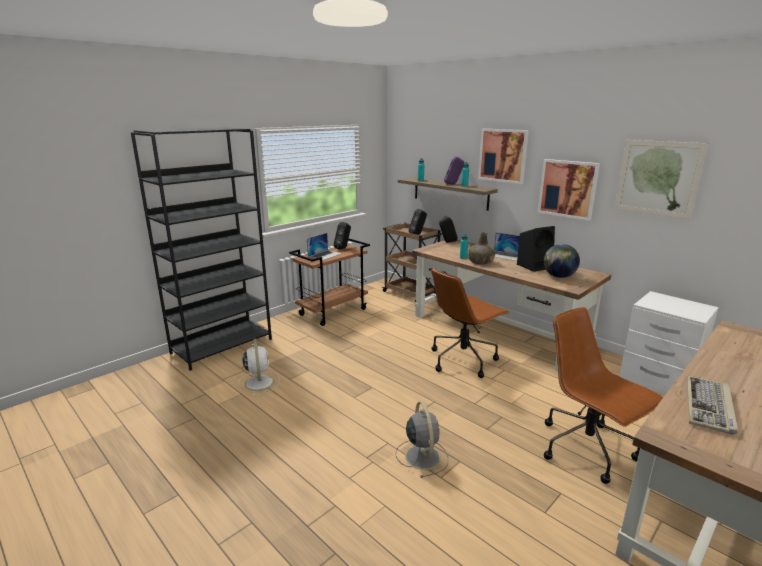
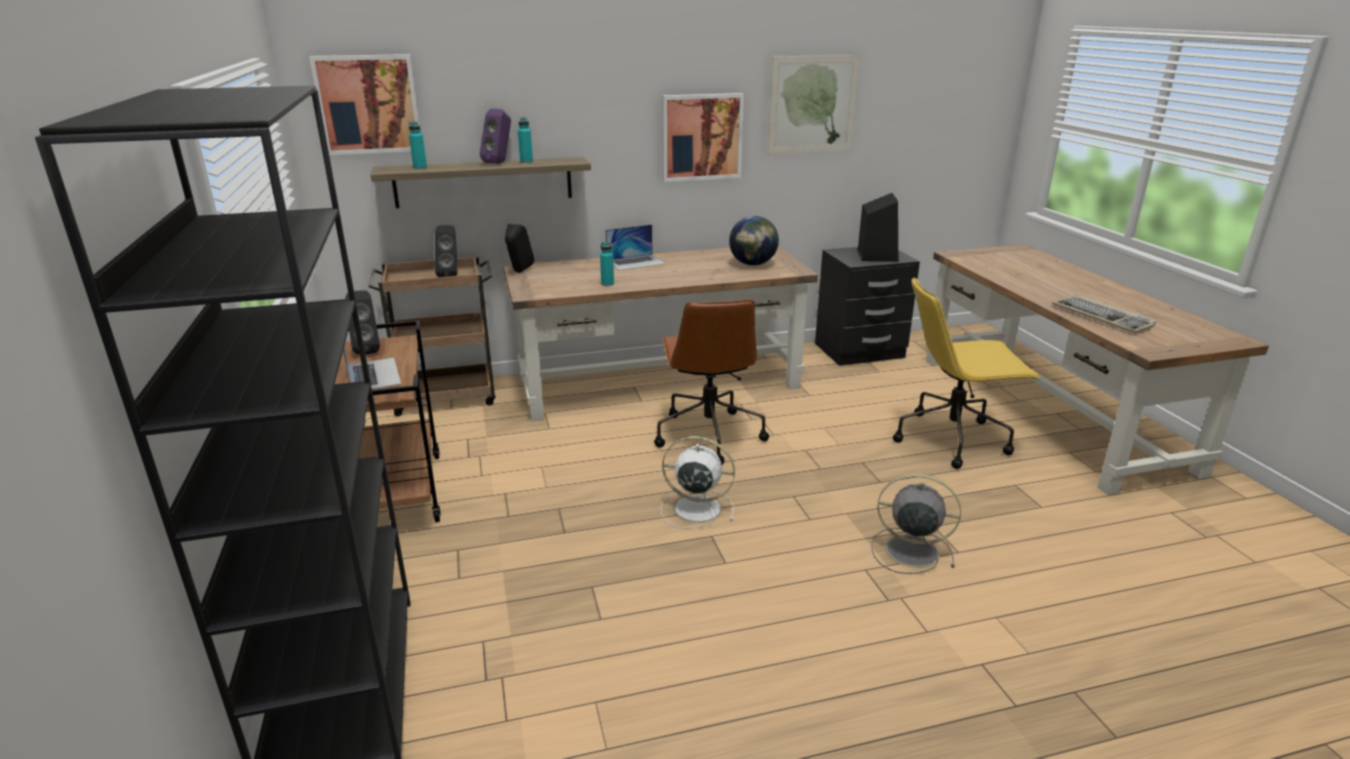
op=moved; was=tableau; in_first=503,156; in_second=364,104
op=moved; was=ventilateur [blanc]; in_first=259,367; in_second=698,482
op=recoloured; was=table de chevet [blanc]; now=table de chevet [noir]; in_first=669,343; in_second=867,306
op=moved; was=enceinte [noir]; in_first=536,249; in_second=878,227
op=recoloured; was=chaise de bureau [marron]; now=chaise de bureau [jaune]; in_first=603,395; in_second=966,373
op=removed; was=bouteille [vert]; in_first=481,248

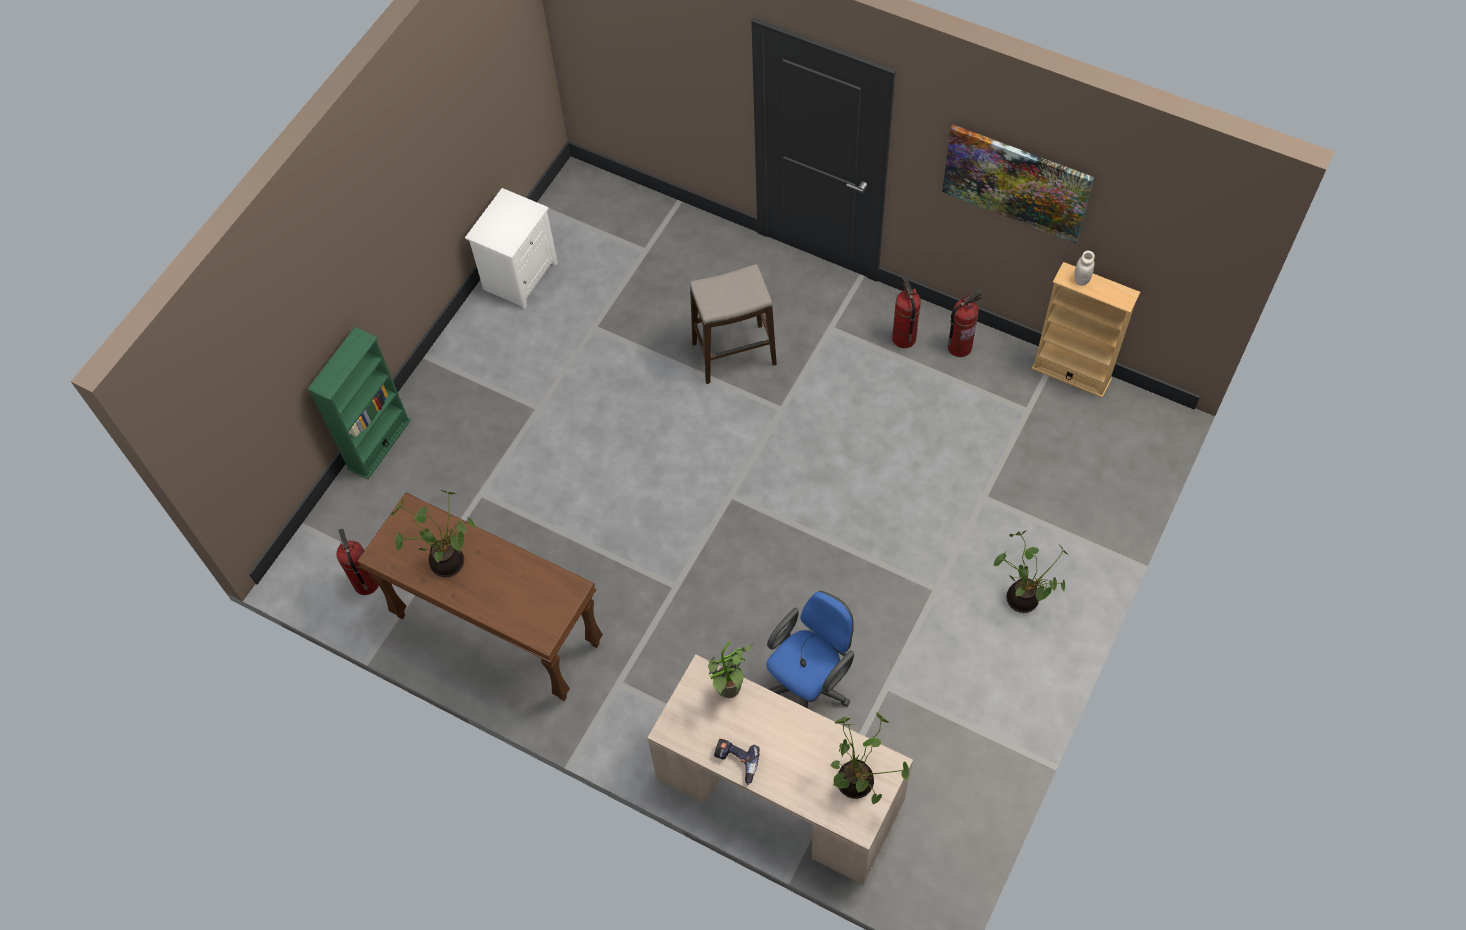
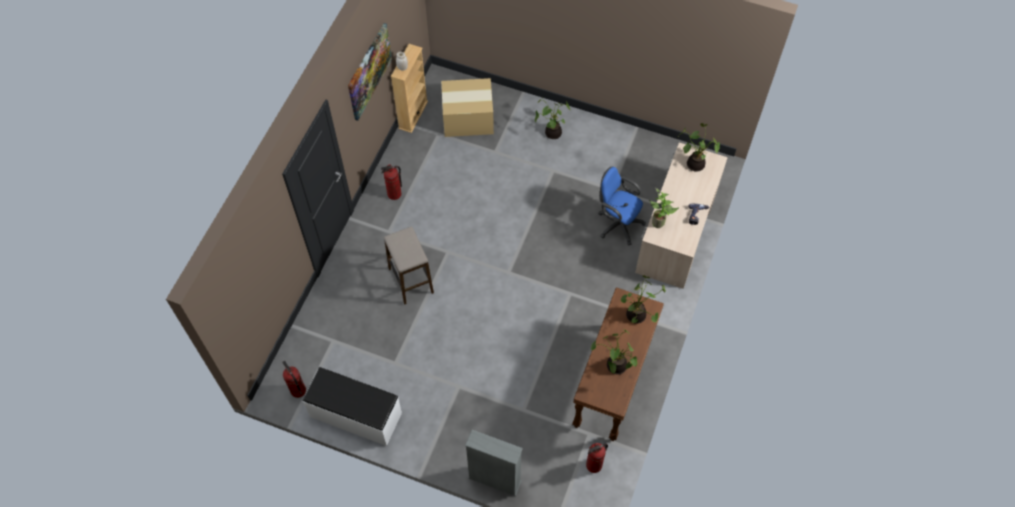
op=moved; was=extincteur; in_first=965,323; in_second=294,379
op=replaced; was=table de chevet [blanc]; now=banc [blanc]; in_first=511,248; in_second=352,406
op=added; now=carton; in_second=467,107
op=recoloured; was=bibliothèque [vert]; now=bibliothèque [gris]; in_first=359,403; in_second=494,463
op=added; now=plante en pot; in_second=643,299

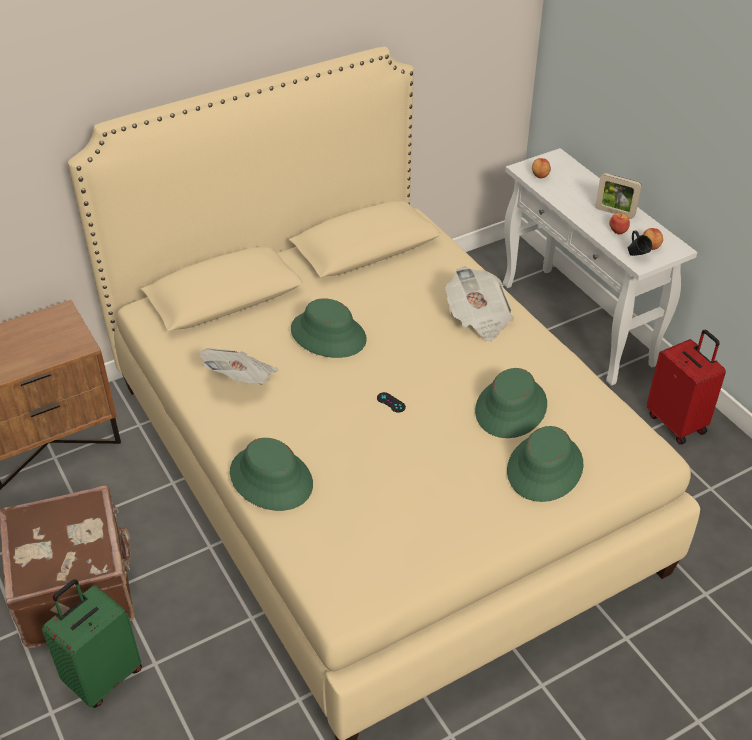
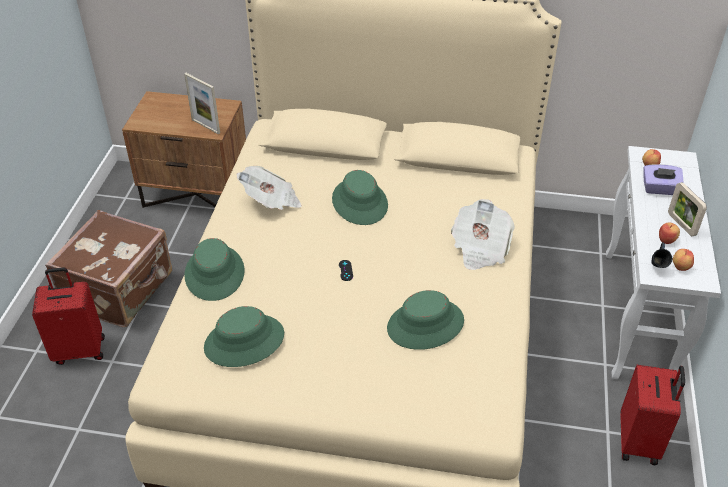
op=recoloured; was=valise [vert]; now=valise [rouge]; in_first=92,643; in_second=68,316
op=added; now=cadre photo; in_second=202,103
op=moved; was=chapeau [vert]; in_first=545,464; in_second=244,336
op=added; now=boîte à mouchoirs [violet]; in_second=663,179

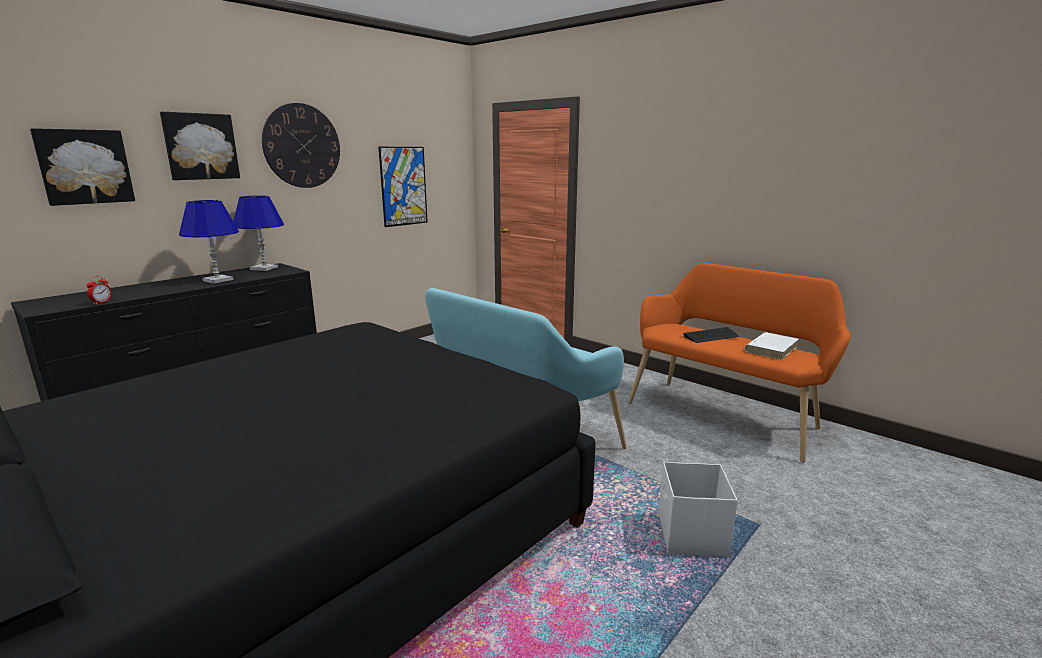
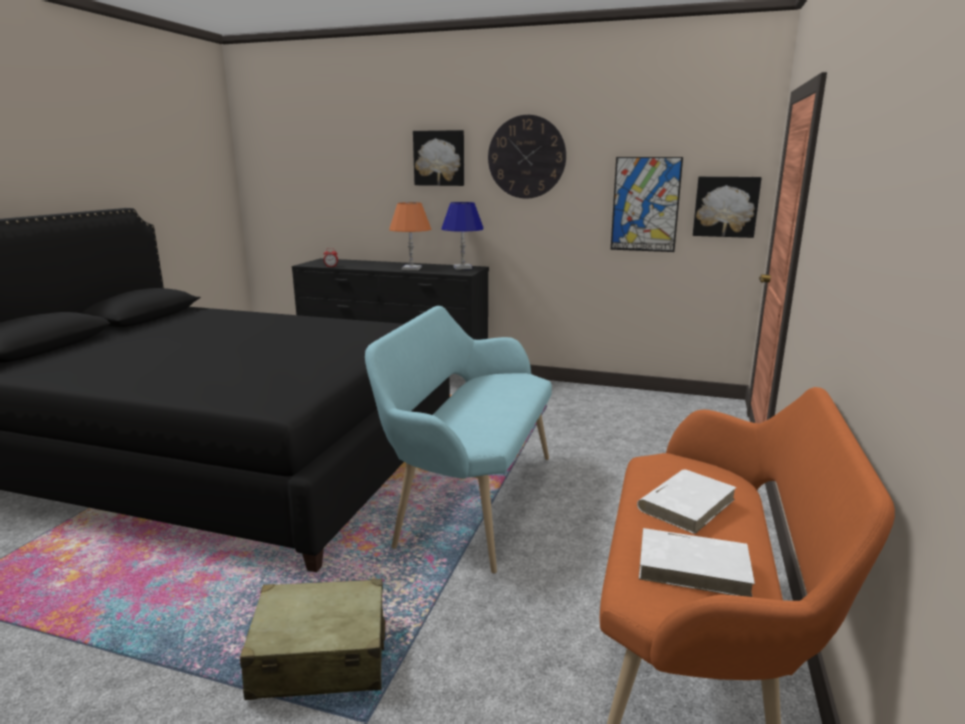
op=replaced; was=boîte de rangement [blanc]; now=valise [beige]; in_first=698,509; in_second=312,639
op=recoloured; was=lampe de table [bleu]; now=lampe de table [orange]; in_first=209,242; in_second=410,236
op=replaced; was=clavier; now=livre [blanc]; in_first=711,335; in_second=687,501
op=moved; was=tableau; in_first=82,167; in_second=727,207

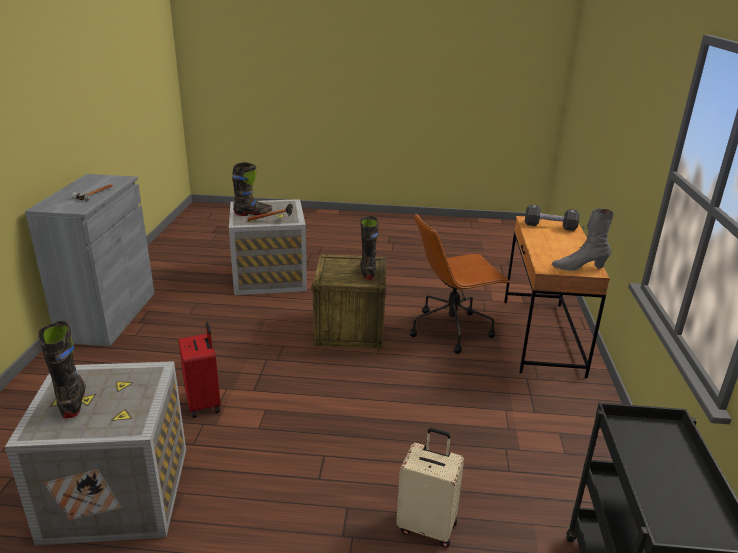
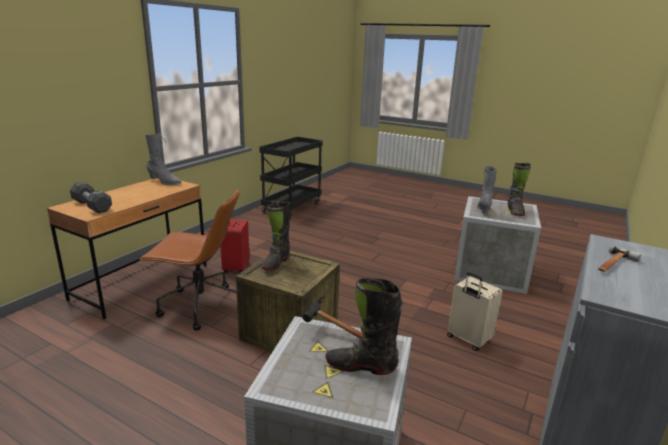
op=moved; was=valise [rouge]; in_first=199,370; in_second=235,246
op=moved; was=valise [beige]; in_first=430,487; in_second=474,311
op=added; now=botte [gris]; in_second=487,190

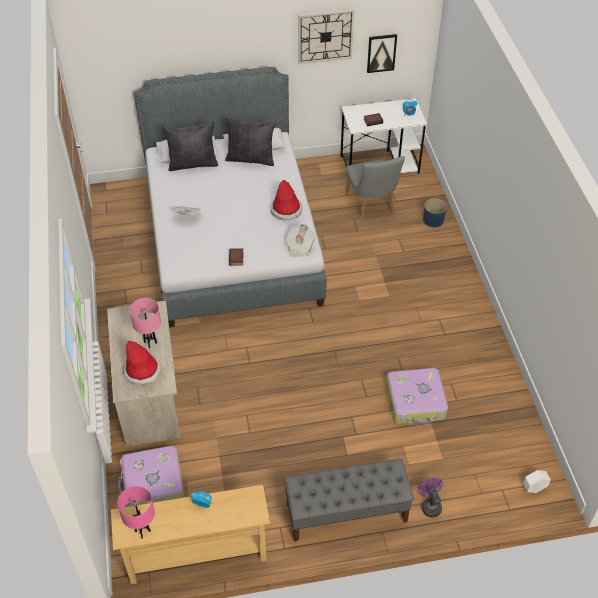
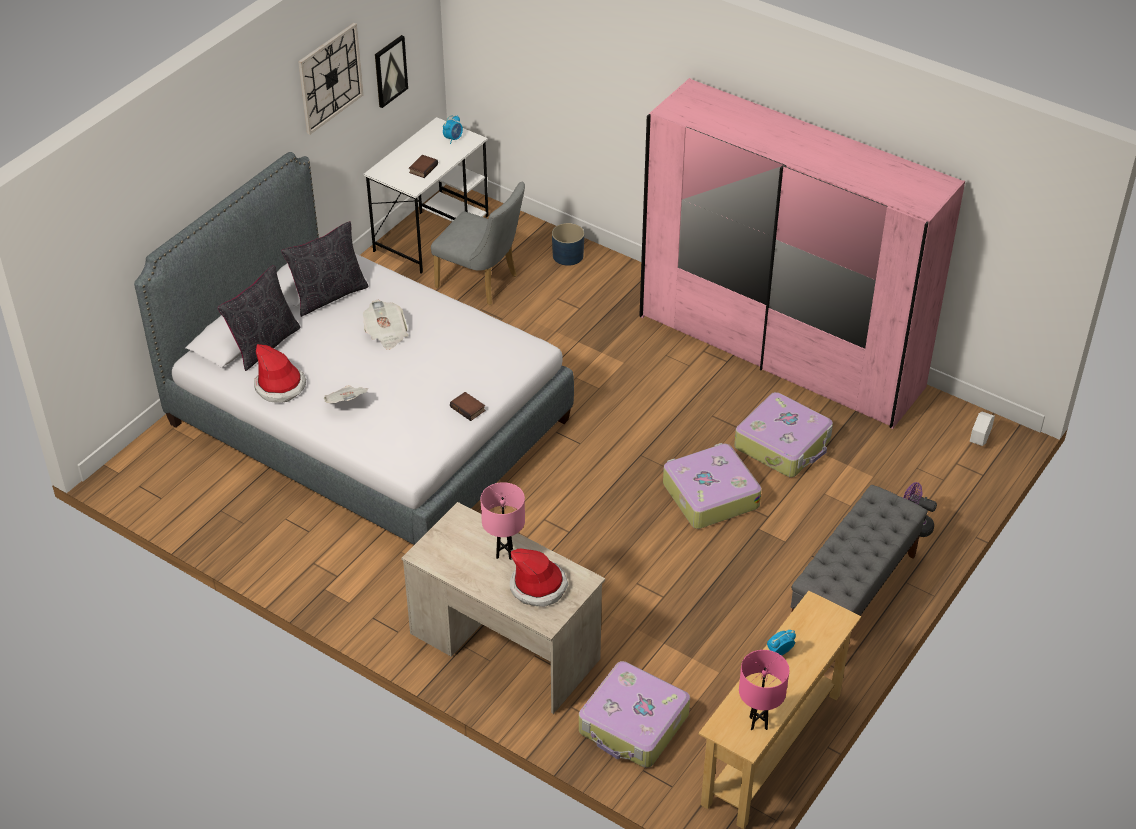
op=moved; was=chapeau; in_first=286,199; in_second=280,373
op=moved; was=journal; in_first=301,241; in_second=386,325
op=added; now=armoire [rose]; in_second=802,253
op=added; now=valise; in_second=712,486

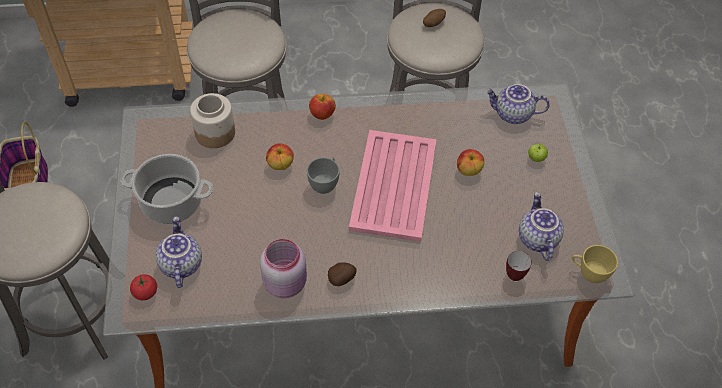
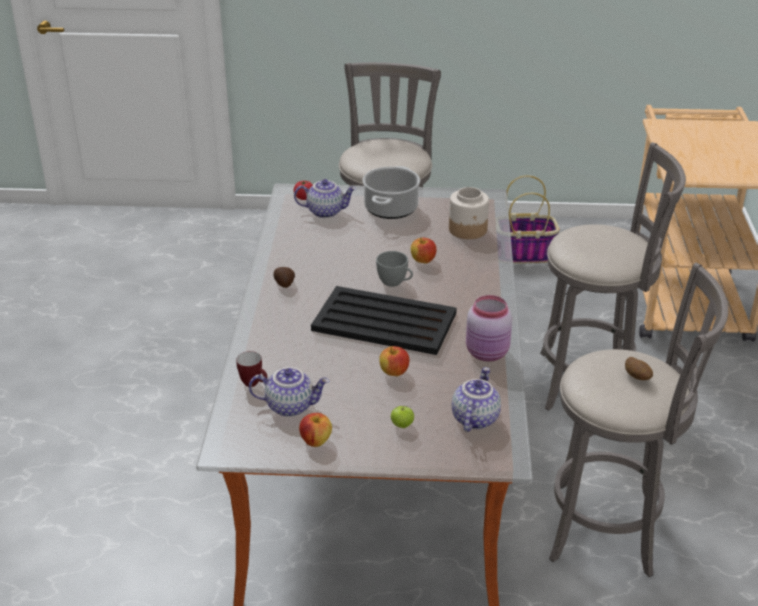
op=moved; was=pomme; in_first=322,107; in_second=315,430
op=recoloured; was=plateau [rose]; now=plateau [noir]; in_first=392,186; in_second=384,320
op=moved; was=bocal [rose]; in_first=283,268; in_second=489,328
op=removed; was=tasse [jaune]; in_first=595,264

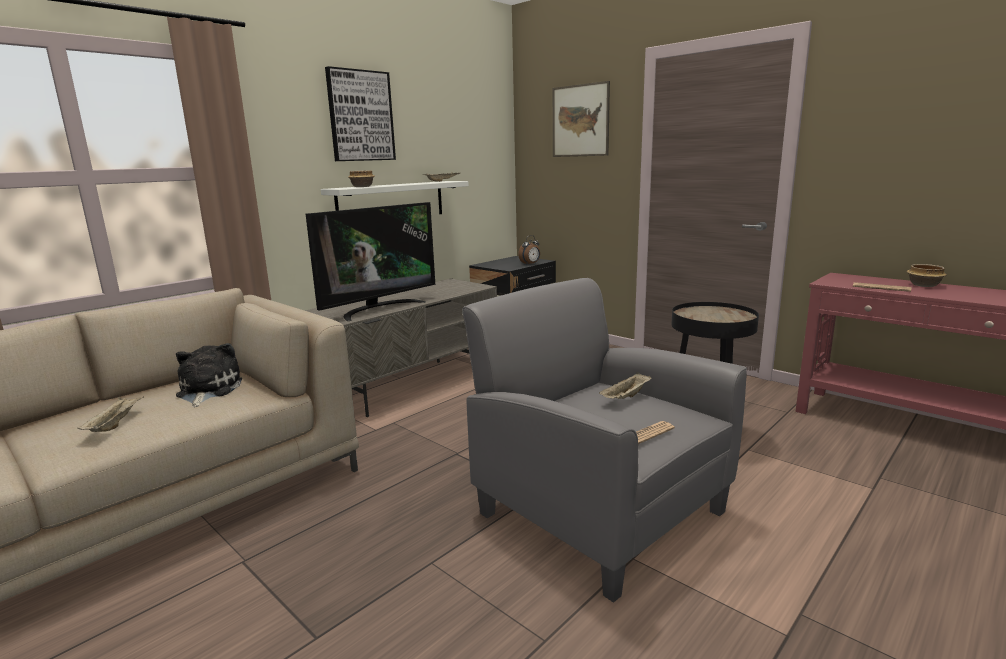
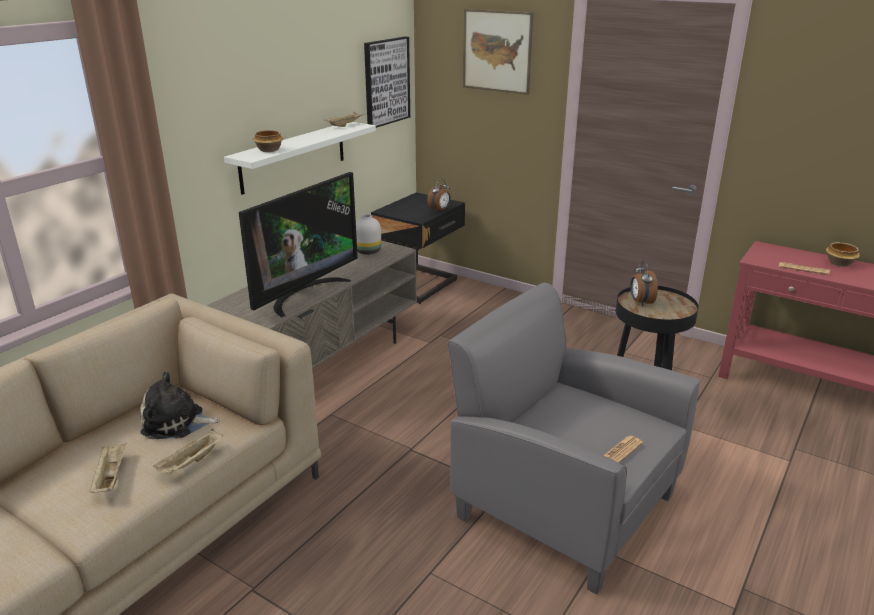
op=turned; was=peluche; in_first=209,375; in_second=180,405; clockwise=-75
op=moved; was=plateau [beige]; in_first=625,385; in_second=188,451
op=added; now=vase [blanc]; in_second=368,234
op=moved; was=tableau; in_first=360,113; in_second=387,82
op=added; now=réveil; in_second=644,283

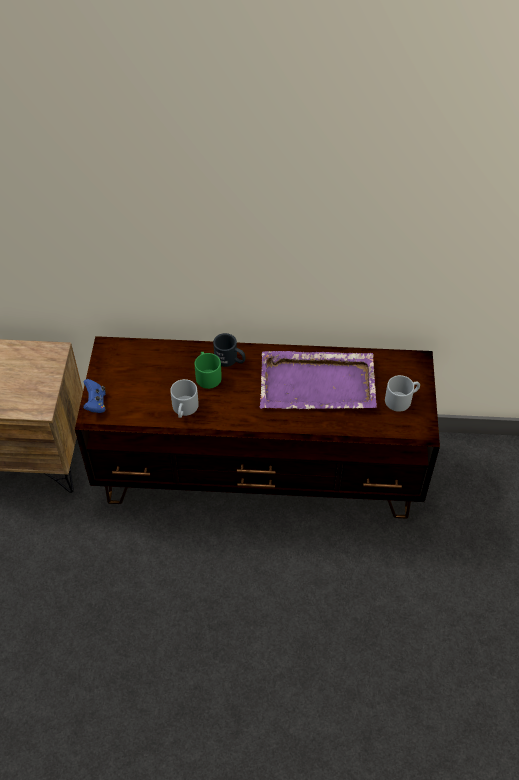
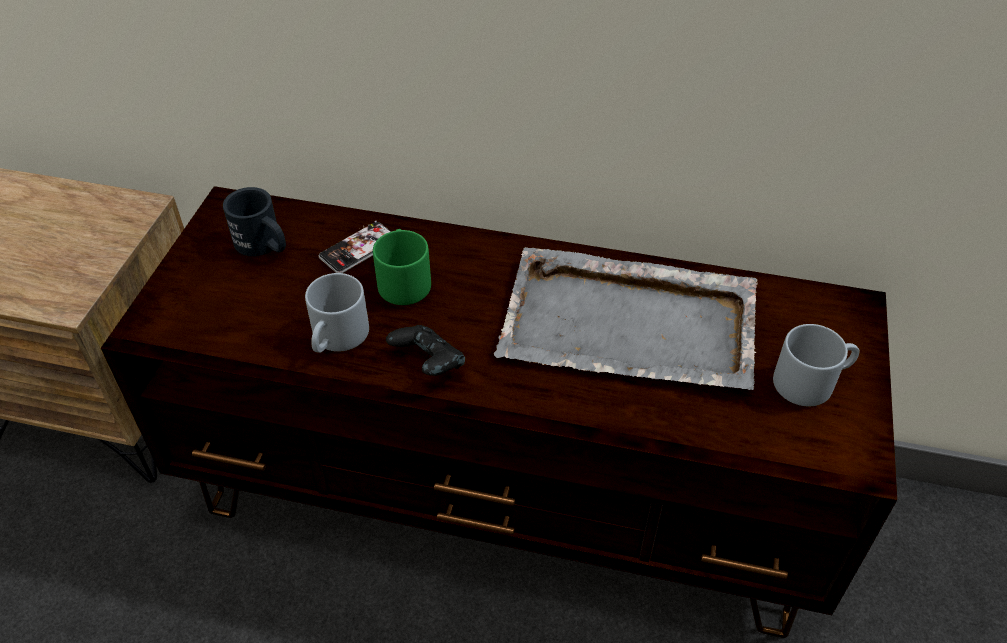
op=moved; was=mug [noir]; in_first=229,350; in_second=254,221
op=added; now=téléphone; in_second=355,247
op=added; now=manette [noir]; in_second=425,350
op=recoloured; was=plateau [violet]; now=plateau [gris]; in_first=318,380; in_second=626,318
op=removed; was=manette [bleu]; in_first=94,396

